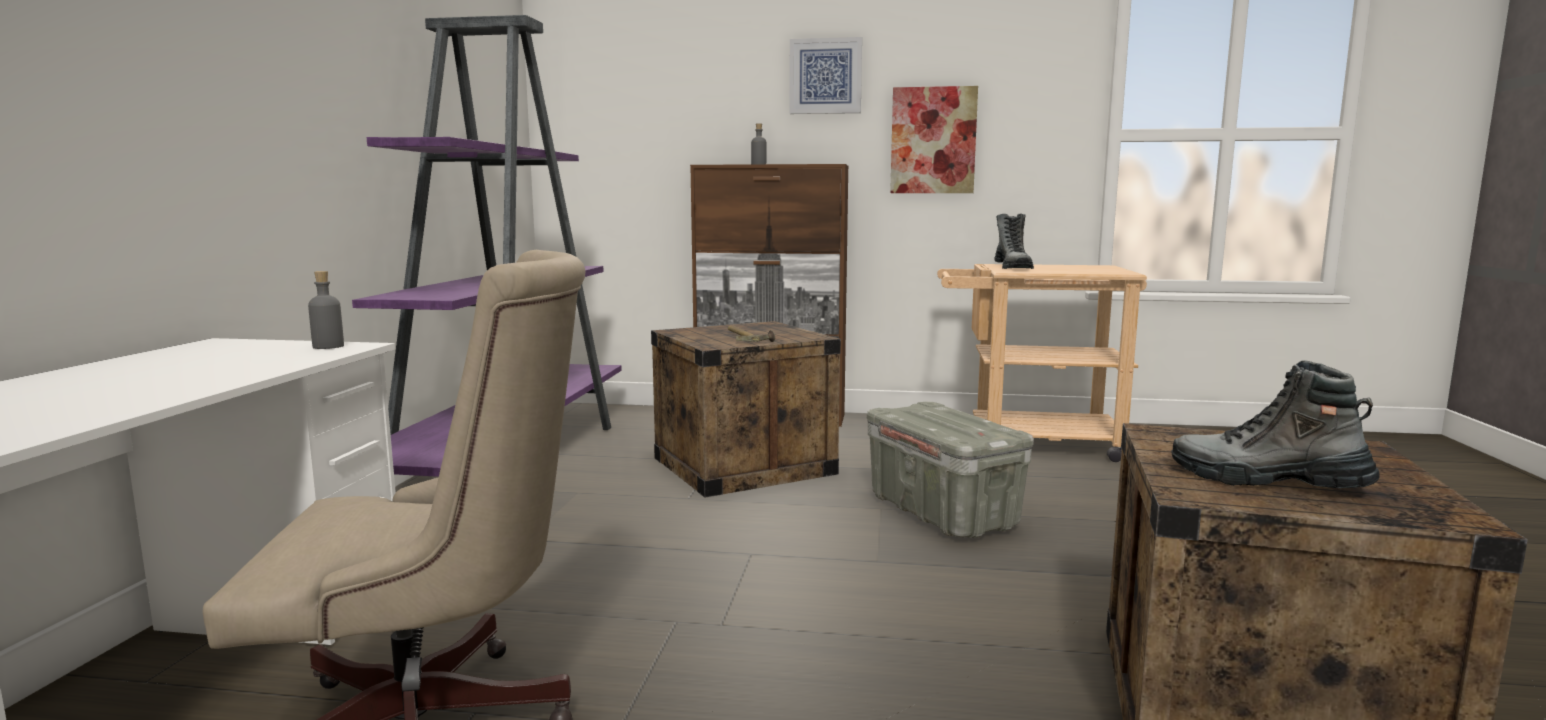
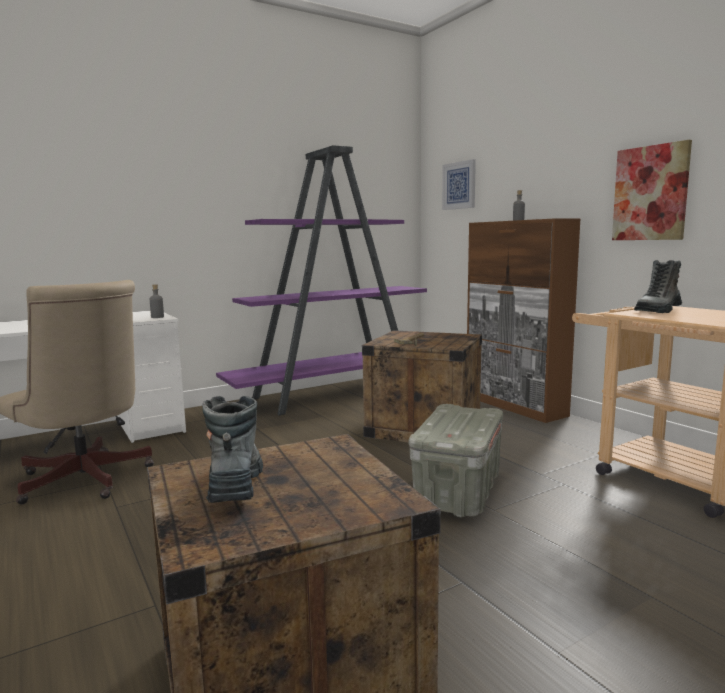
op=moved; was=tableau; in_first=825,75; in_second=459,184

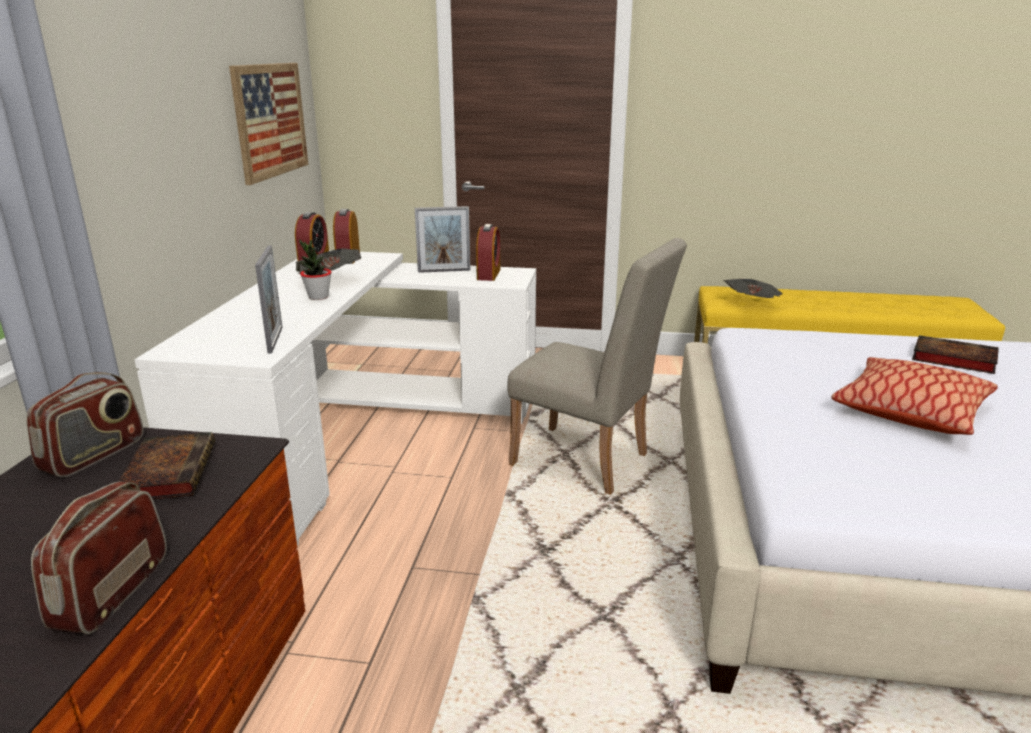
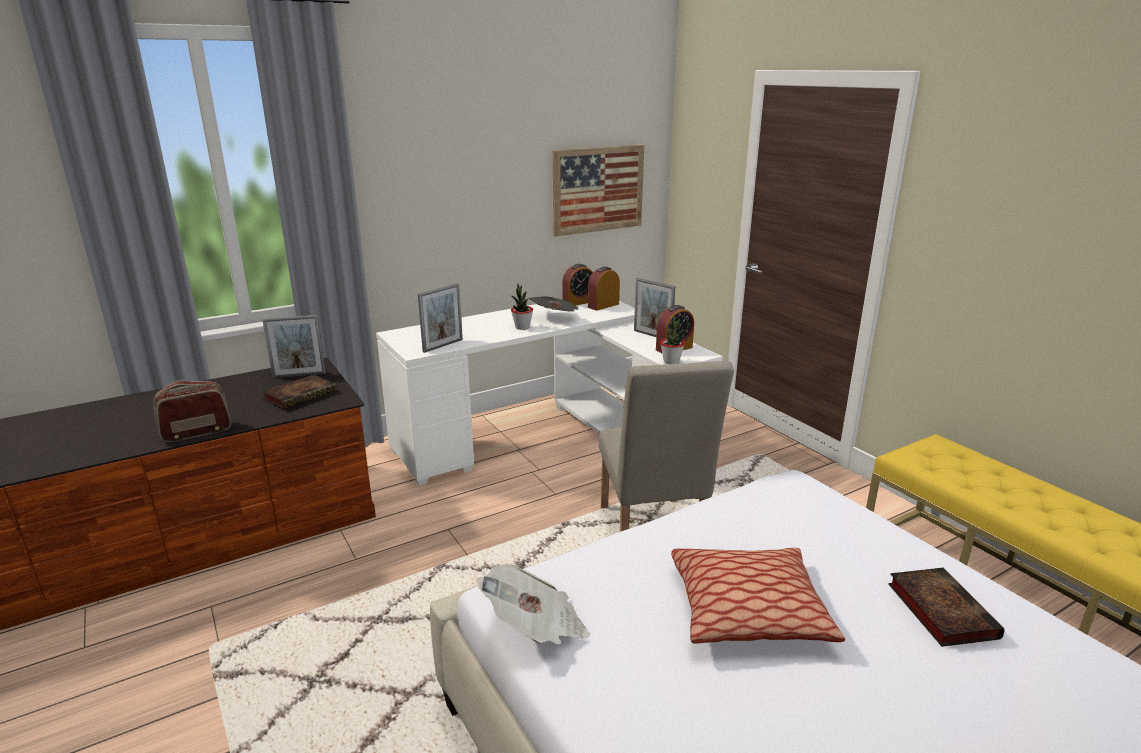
op=replaced; was=radio; now=cadre photo; in_first=85,425; in_second=294,346
op=moved; was=journal; in_first=753,288; in_second=533,604
op=added; now=plante en pot; in_second=672,341

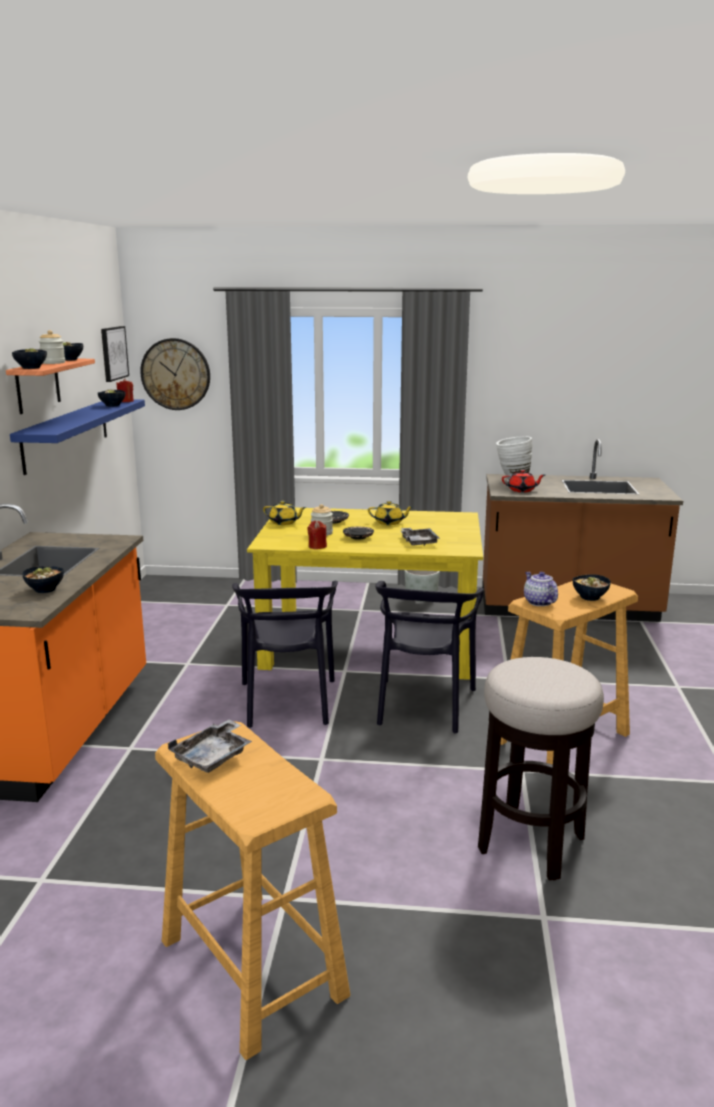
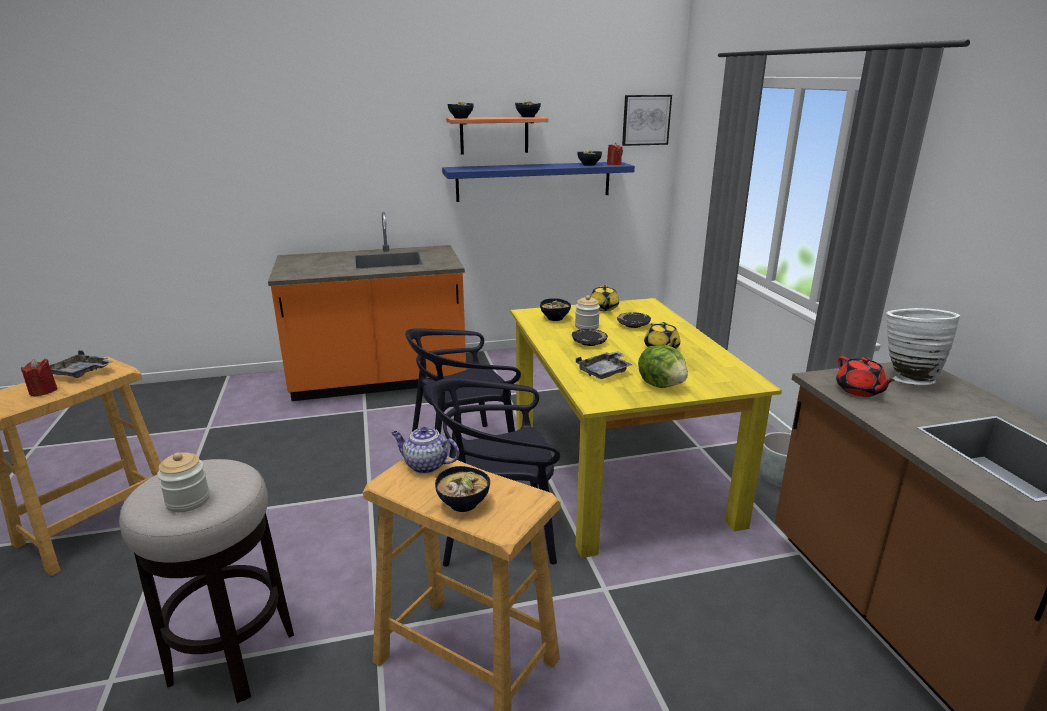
op=moved; was=bougie [rouge]; in_first=317,535; in_second=39,378
op=moved; was=bocal; in_first=52,347; in_second=183,482
op=turned; was=théière; in_first=541,589; in_second=425,450; clockwise=-120
op=moved; was=bol; in_first=43,579; in_second=555,309
op=added; now=laitue; in_second=663,366
op=removed; was=horloge murale; in_first=175,374

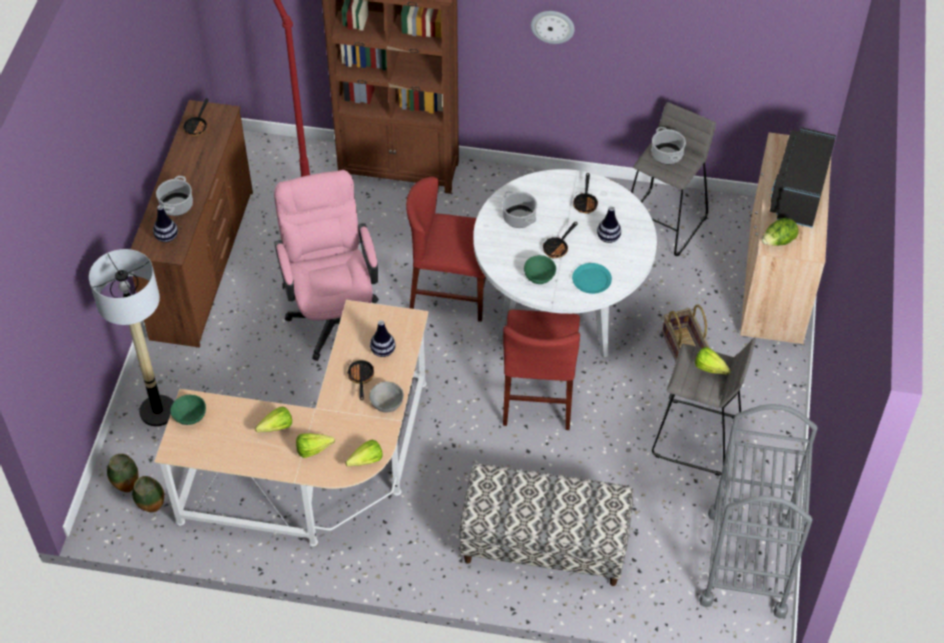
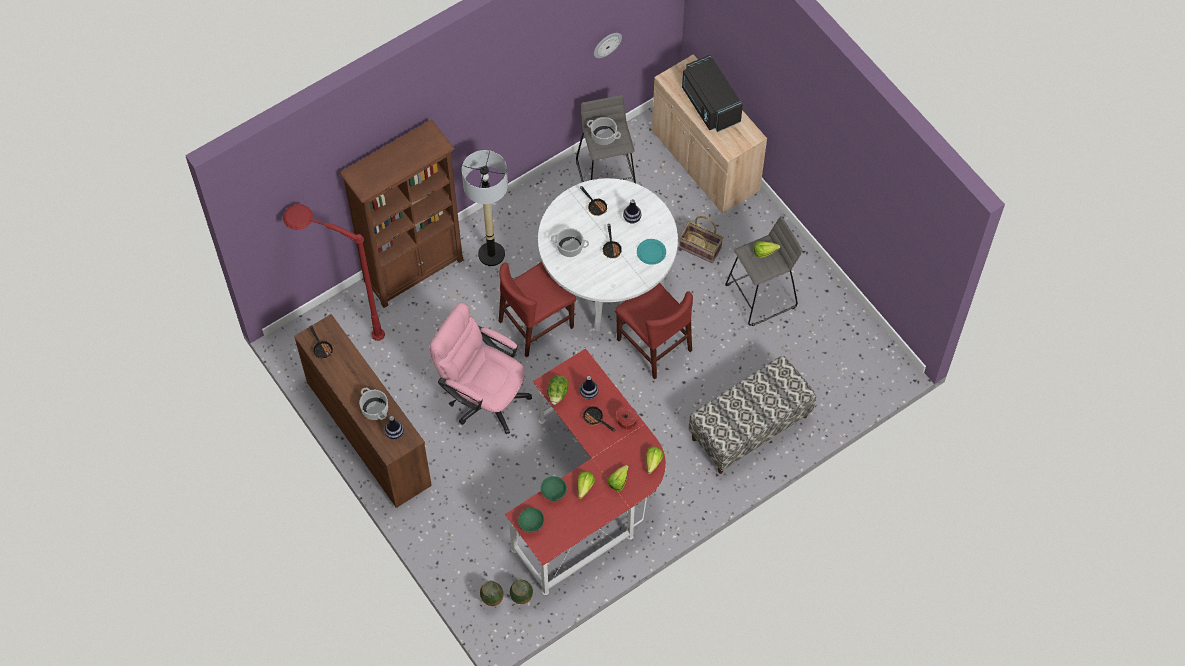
op=moved; was=lampadaire; in_first=131,337; in_second=485,208
op=recoloured; was=bureau [beige]; now=bureau [rouge]; in_first=291,423; in_second=585,471
op=moved; was=bol [vert]; in_first=540,269; in_second=554,488
op=moved; was=laitue; in_first=780,232; in_second=558,390
op=moved; was=horloge murale; in_first=553,27; in_second=608,45
op=replaced; was=bol [gris]; now=marmite; in_first=386,397; in_second=627,417
op=removed; was=chariot [gris]; in_first=758,511

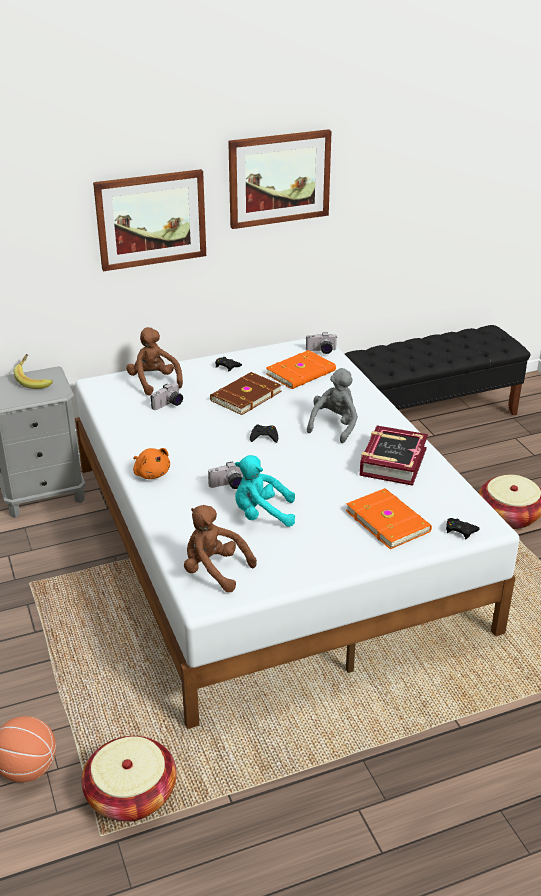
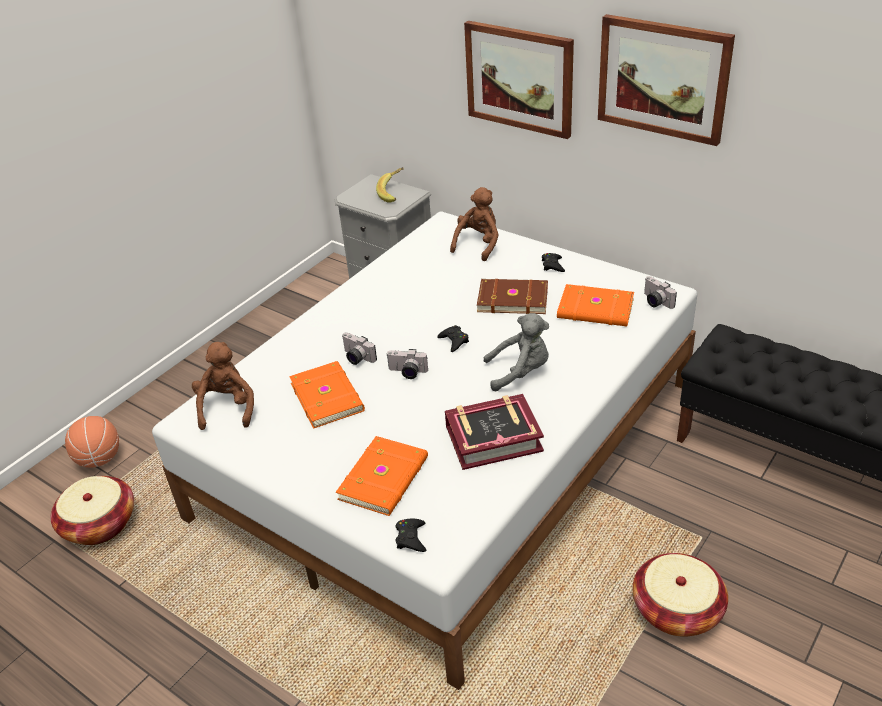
op=replaced; was=peluche [turquoise]; now=livre [orange]; in_first=265,491; in_second=327,395
op=moved; was=appareil photo; in_first=166,396; in_second=407,364
op=removed; was=peluche [orange]; in_first=151,463

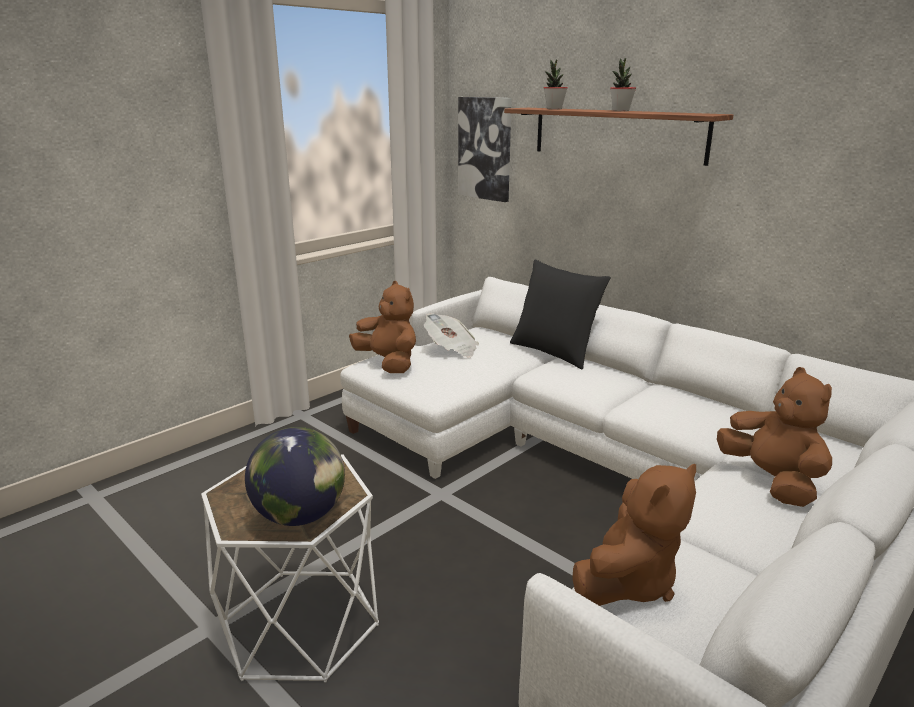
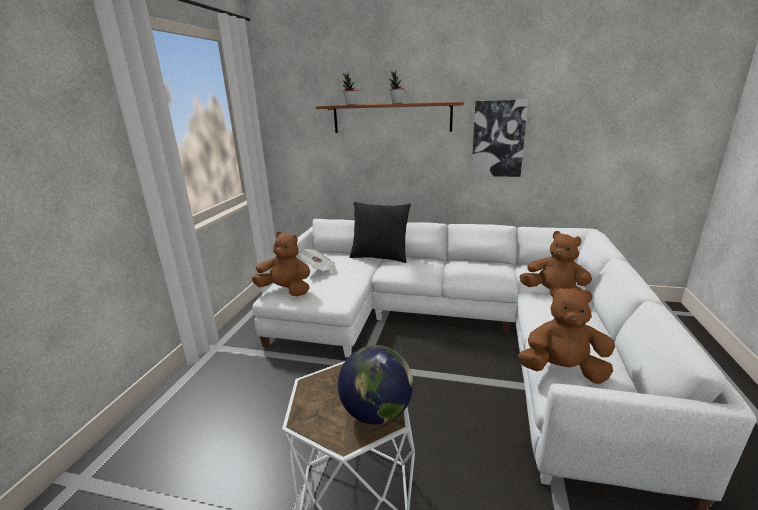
op=moved; was=tableau; in_first=485,149; in_second=499,138
op=turned; was=peluche [marron]; in_first=634,535; in_second=566,334; clockwise=-90

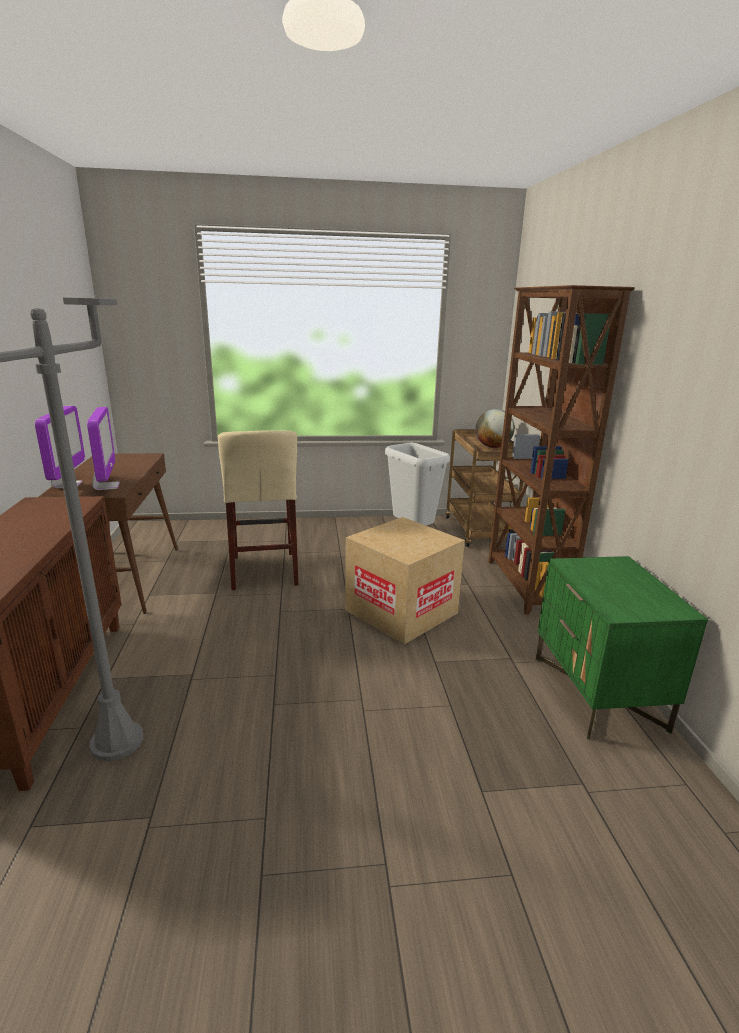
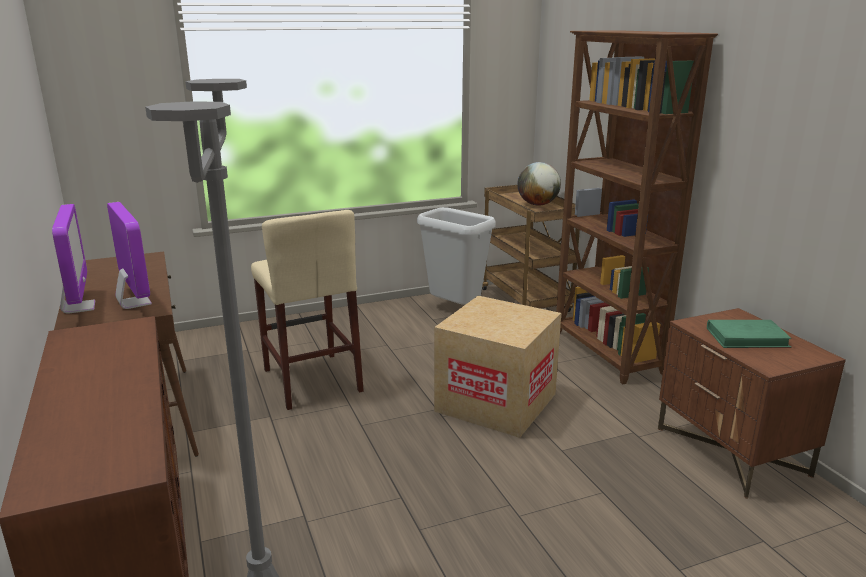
op=recoloured; was=table de chevet [vert]; now=table de chevet [marron]; in_first=622,648; in_second=752,403
op=added; now=livre [vert]; in_second=749,334

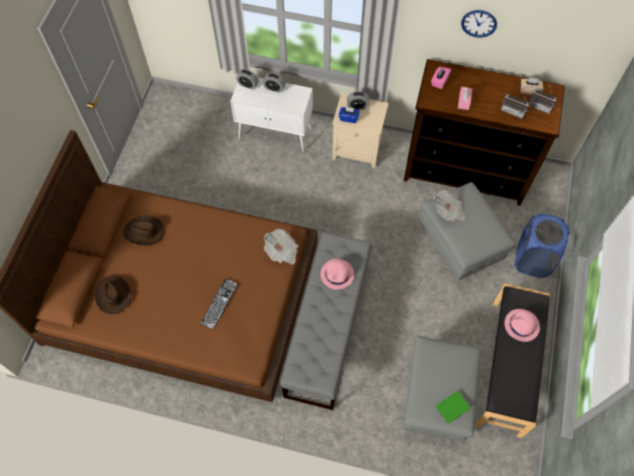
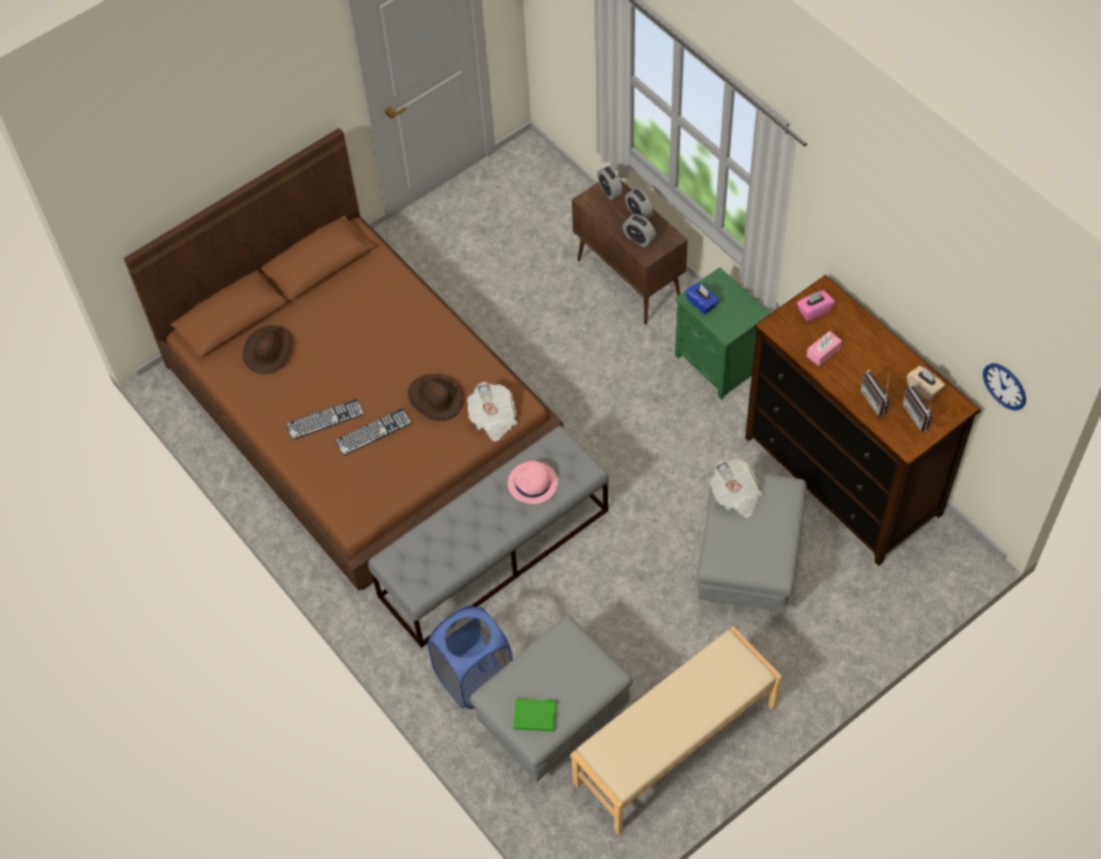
op=added; now=clavier; in_second=325,419
op=moved; was=chapeau [marron]; in_first=143,231; in_second=436,397
op=moved; was=panier à linge [bleu]; in_first=542,246; in_second=470,657
op=recoloured; was=banc [noir]; now=banc [beige]; in_first=512,360; in_second=676,731
op=recoloured; was=meuble de rangement [blanc]; now=meuble de rangement [marron]; in_first=271,114; in_second=630,252
op=moved; was=réveil; in_first=358,100; in_second=639,230
op=recoloured; was=table de chevet [beige]; now=table de chevet [vert]; in_first=360,130; in_second=723,333
op=moved; was=horloge murale; in_first=479,24; in_second=1004,387
op=removed; was=chapeau [rose]; in_first=522,325

